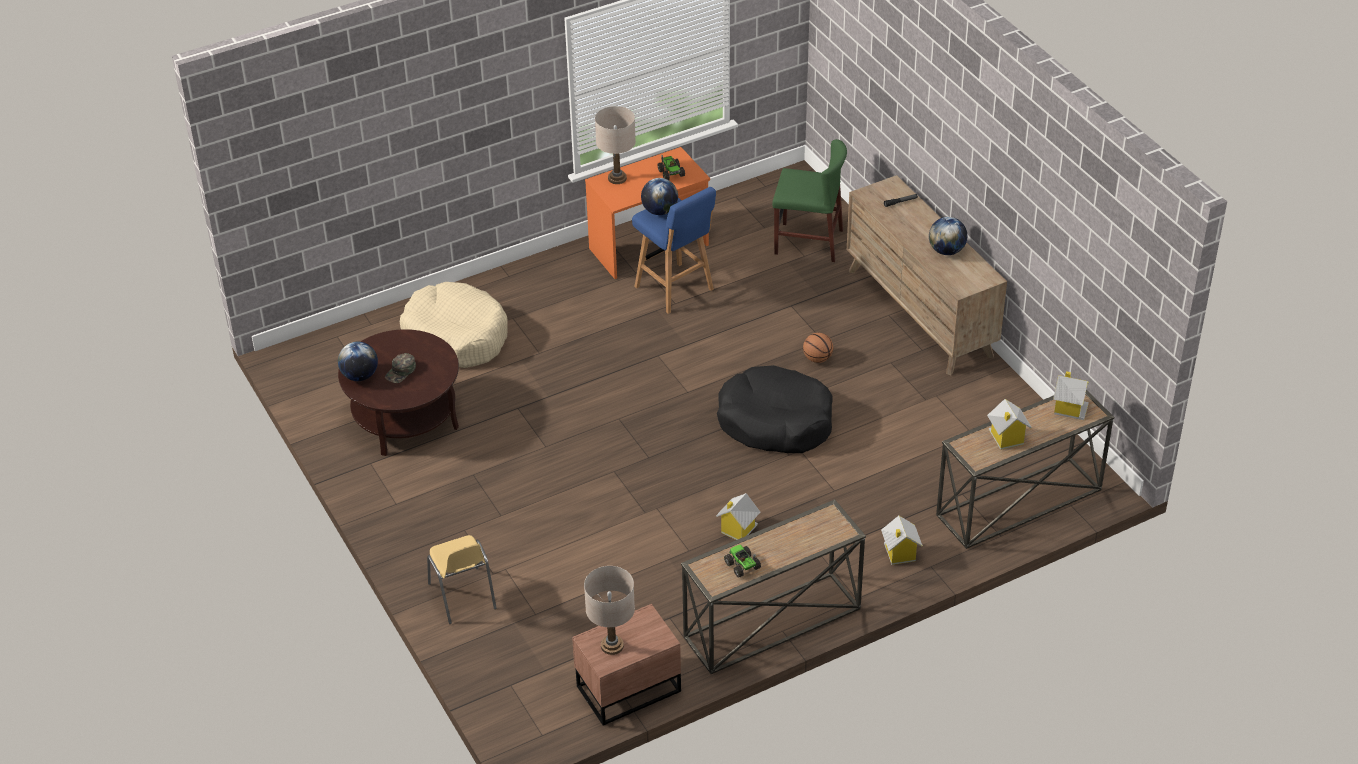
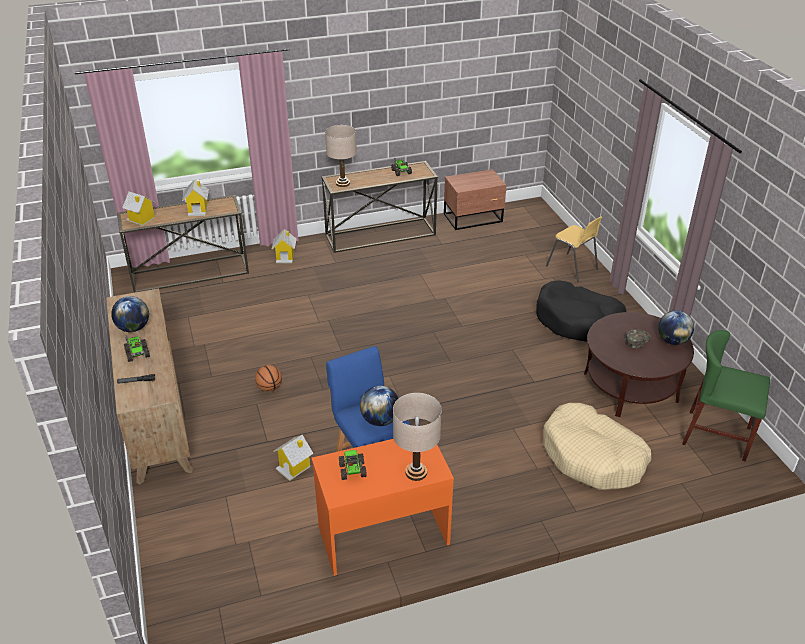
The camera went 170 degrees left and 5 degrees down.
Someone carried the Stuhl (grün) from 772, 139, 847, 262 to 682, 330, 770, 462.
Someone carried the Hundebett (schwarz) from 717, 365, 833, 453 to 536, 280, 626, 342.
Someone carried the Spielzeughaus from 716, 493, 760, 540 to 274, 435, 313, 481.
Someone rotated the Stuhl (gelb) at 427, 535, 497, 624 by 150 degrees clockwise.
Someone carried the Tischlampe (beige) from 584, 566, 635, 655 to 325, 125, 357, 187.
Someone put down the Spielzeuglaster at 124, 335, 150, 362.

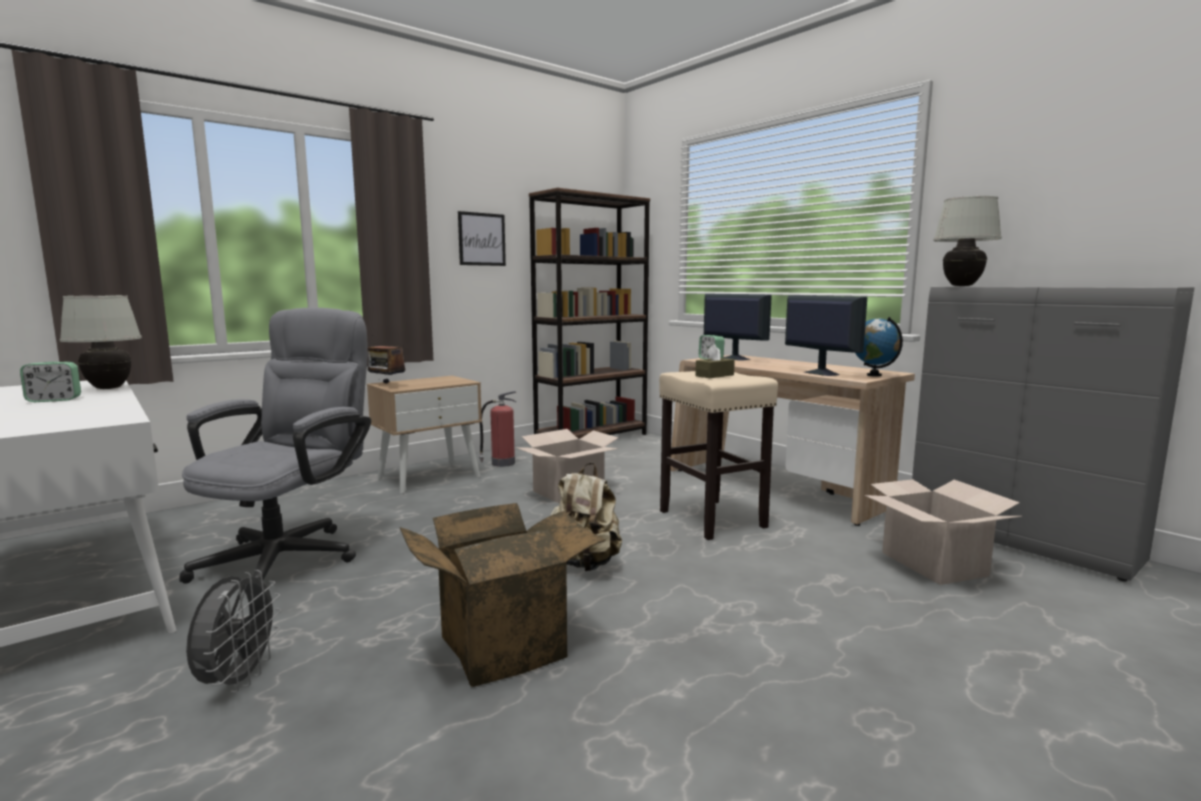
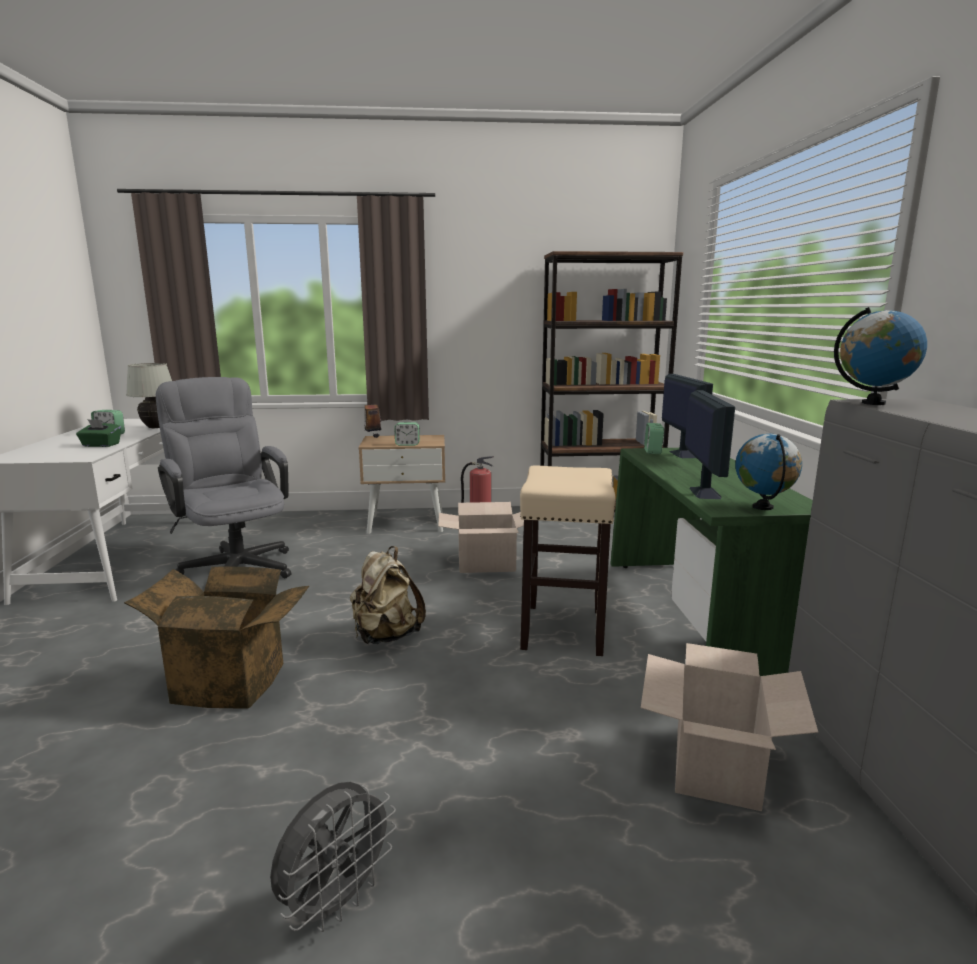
The camera went 35 degrees right and 5 degrees up.
Someone swapped the Tischlampe (weiß) at 933, 196, 1002, 286 for the Globus at 834, 307, 927, 405.
Someone took away the Bild at 458, 211, 506, 266.
Someone rotated the Bürostuhl (grau) at 179, 308, 371, 584 by 90 degrees counterclockwise.
Someone took away the Taschentuchbox (braun) at 695, 344, 735, 378.
Someone repainted the Schreibtisch (beige) at 671, 355, 915, 526, which became the Schreibtisch (grün) at 610, 448, 813, 677.
Someone carried the Ventilator (grau) from 186, 570, 282, 693 to 270, 782, 396, 932.
Someone put down the Taschentuchbox (grün) at 76, 419, 121, 447.
Someone put down the Wecker at 394, 422, 420, 446.

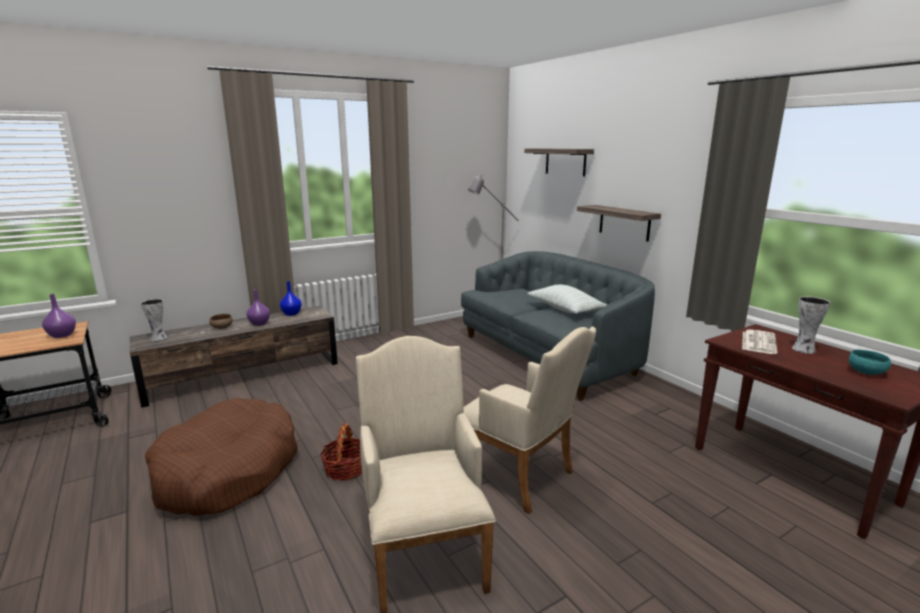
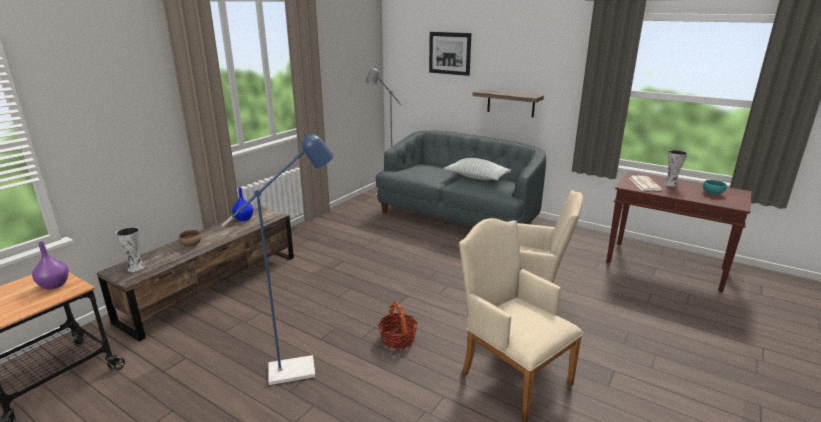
The camera went 25 degrees left and 5 degrees up.
Someone swapped the Wandregal at 524, 148, 594, 176 for the Bild at 429, 32, 471, 76.
Someone took away the Vase (lila) at 247, 289, 270, 326.
Someone swapped the Hundebett (braun) at 145, 398, 298, 516 for the Stehlampe (blau) at 222, 133, 334, 385.

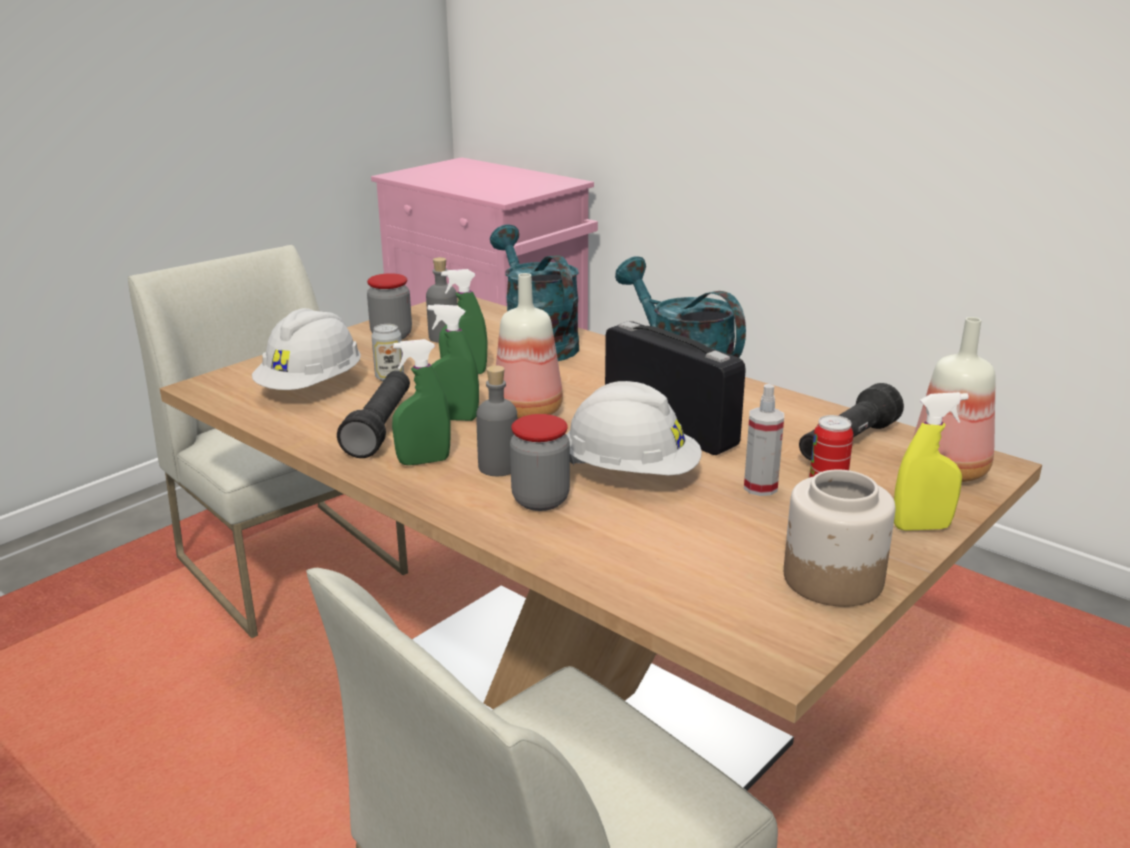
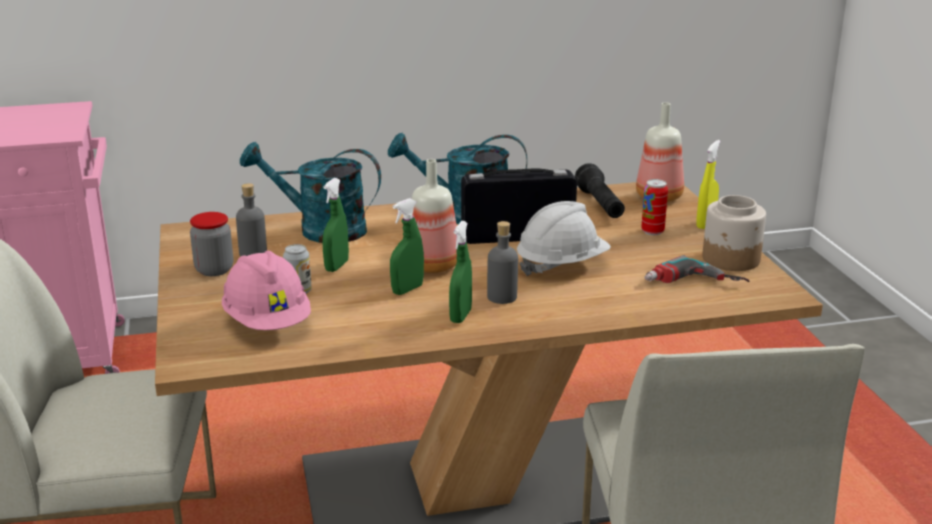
The camera went 55 degrees left and 0 degrees up.
Someone repainted the Schutzhelm (weiß) at 252, 308, 361, 390, which became the Schutzhelm (rosa) at 222, 250, 311, 330.
Someone took away the Taschenlampe (schwarz) at 337, 371, 410, 458.
Someone took away the Sprühflasche at 744, 384, 784, 496.
Someone took away the Vorratsglas at 510, 414, 570, 511.
Someone put down the Bohrmaschine at 644, 255, 749, 283.

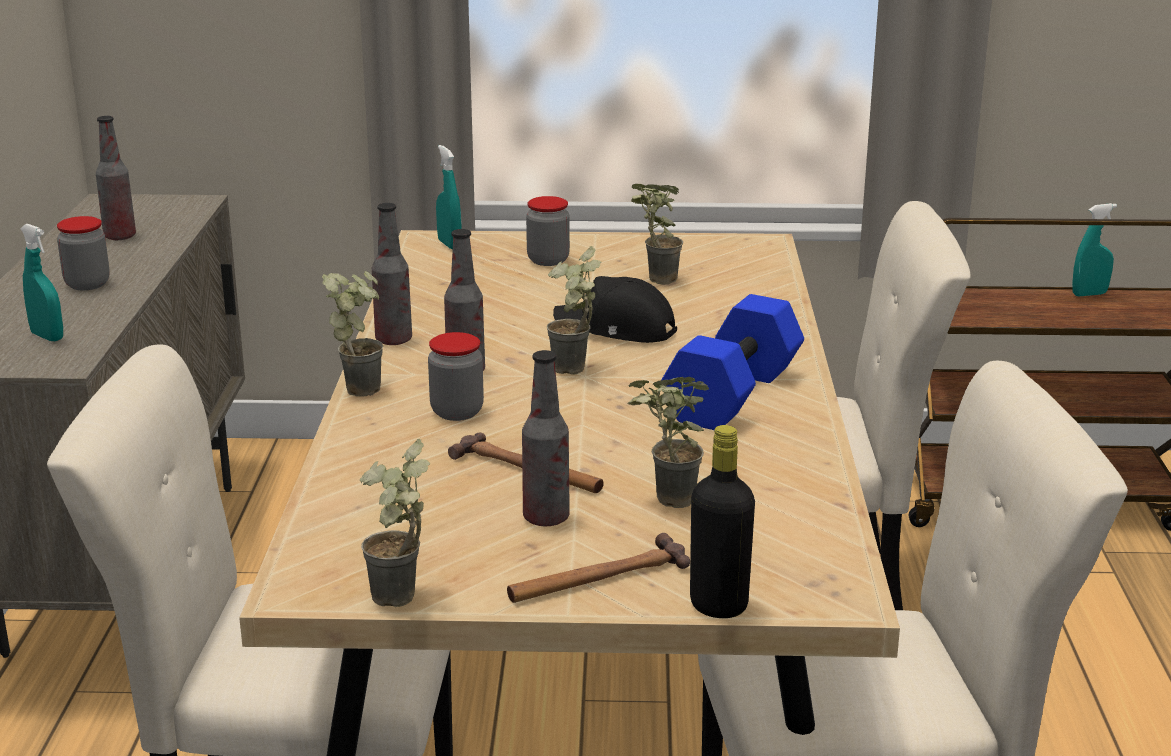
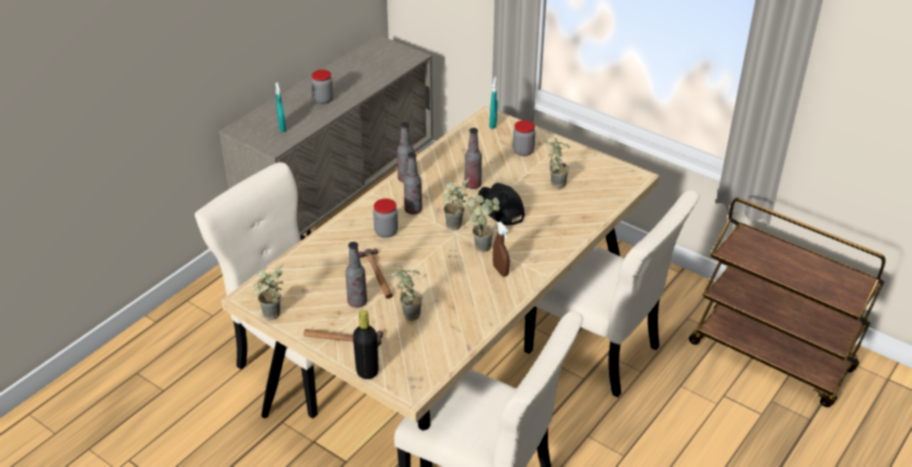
The camera went 35 degrees right and 15 degrees up.
Someone carried the Flasche from 96, 116, 136, 240 to 464, 128, 482, 189.
Someone took away the Sprühflasche (türkis) at 1072, 203, 1117, 296.
Someone carried the Topfpflanze from 322, 271, 383, 397 to 467, 195, 500, 252.
Someone swapped the Hantel (blau) at 661, 294, 804, 430 for the Sprühflasche (braun) at 493, 222, 510, 276.

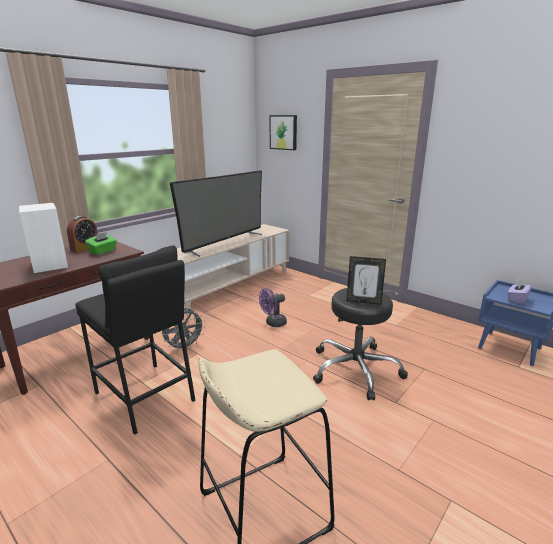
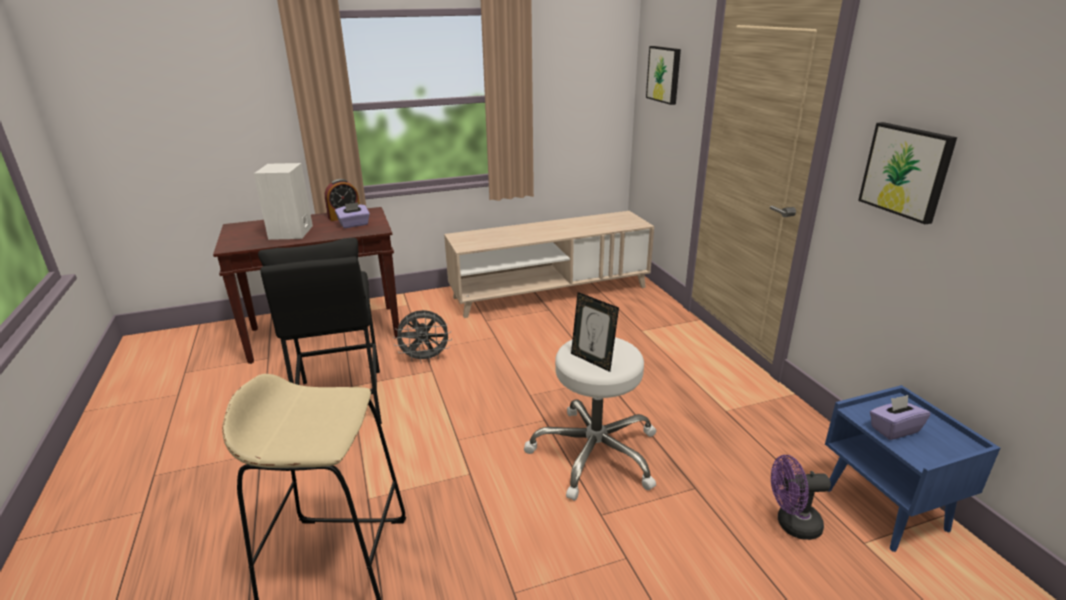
The camera went 30 degrees right and 5 degrees up.
Someone took away the Fernseher at 170, 171, 262, 257.
Someone repainted the Taschentuchbox (grün) at 85, 232, 117, 255, which became the Taschentuchbox (lila) at 335, 202, 370, 228.
Someone carried the Ventilator (lila) from 259, 288, 287, 327 to 771, 455, 831, 540.
Someone repainted the Hocker (schwarz) at 313, 288, 408, 400, which became the Hocker (weiß) at 524, 337, 656, 501.
Someone put up the Bild at 858, 122, 957, 224.

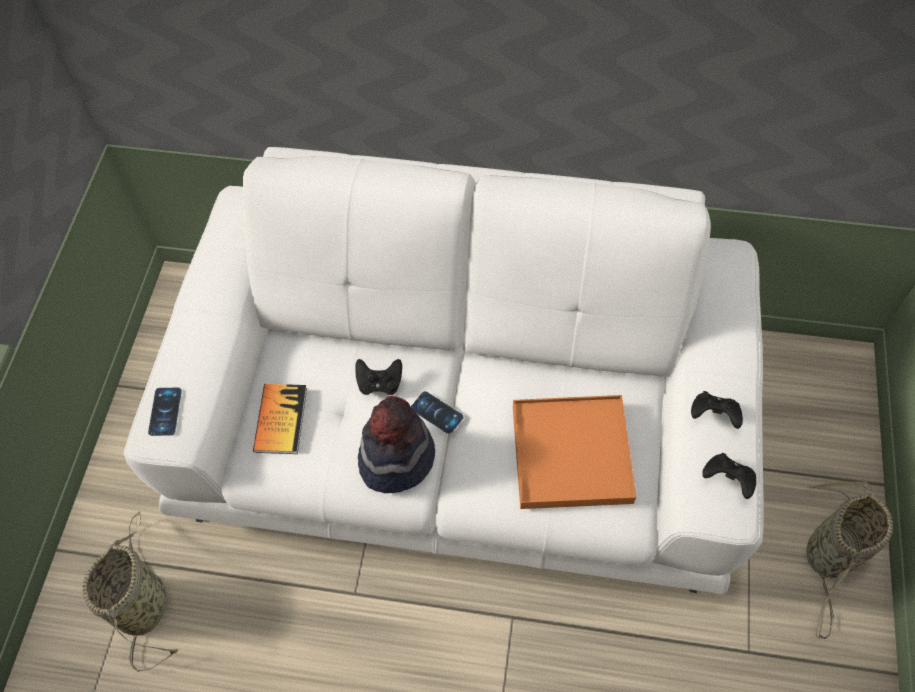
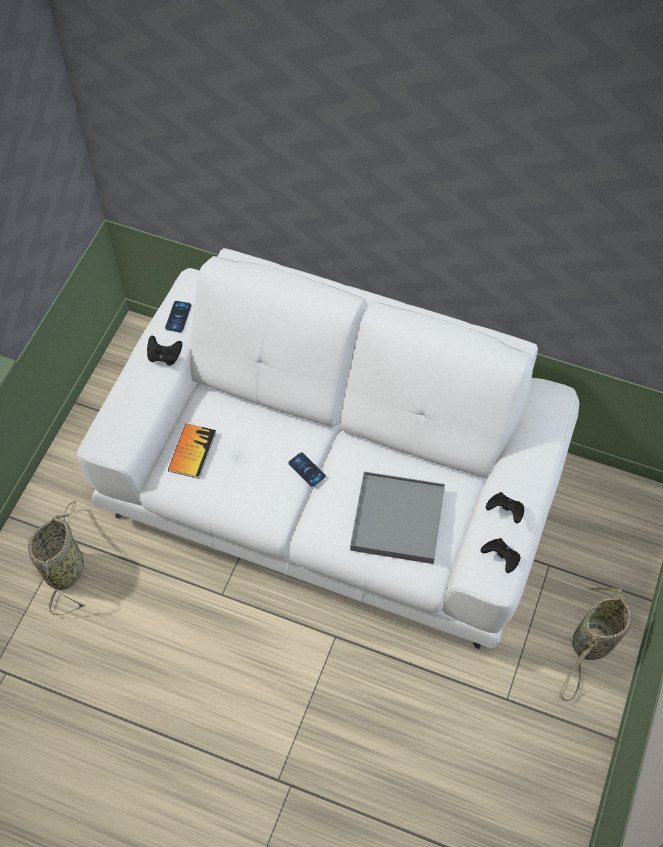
The camera went 10 degrees right and 0 degrees up.
Someone carried the Gamepad (schwarz) from 355, 359, 402, 395 to 147, 335, 182, 366.
Someone carried the Handy from 148, 388, 182, 436 to 165, 301, 191, 333.
Someone repainted the Tablett (orange) at 513, 395, 636, 509, which became the Tablett (grau) at 350, 471, 445, 564.
Someone took away the Hut at 358, 396, 435, 493.

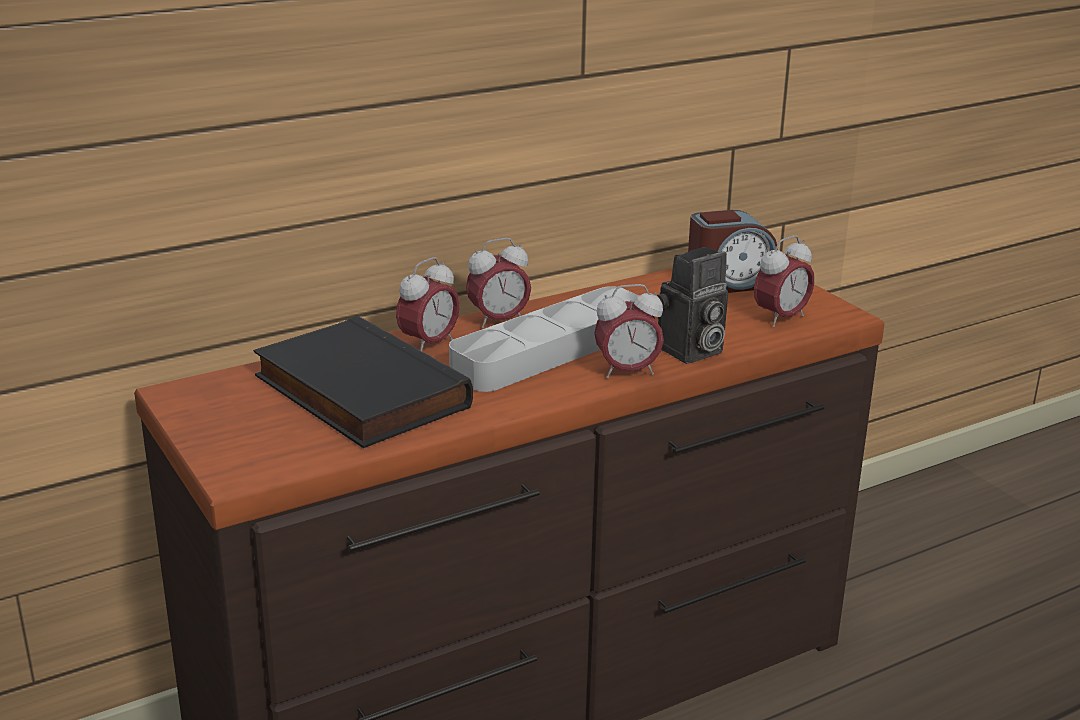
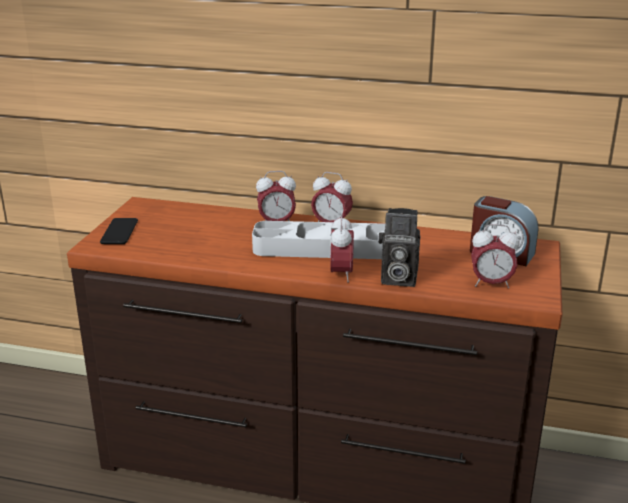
The camera went 45 degrees right and 0 degrees up.
Someone rotated the Wecker at 594, 284, 664, 379 by 120 degrees counterclockwise.
Someone took away the Buch (schwarz) at 253, 316, 473, 448.
Someone put down the Handy at 100, 218, 138, 244.

